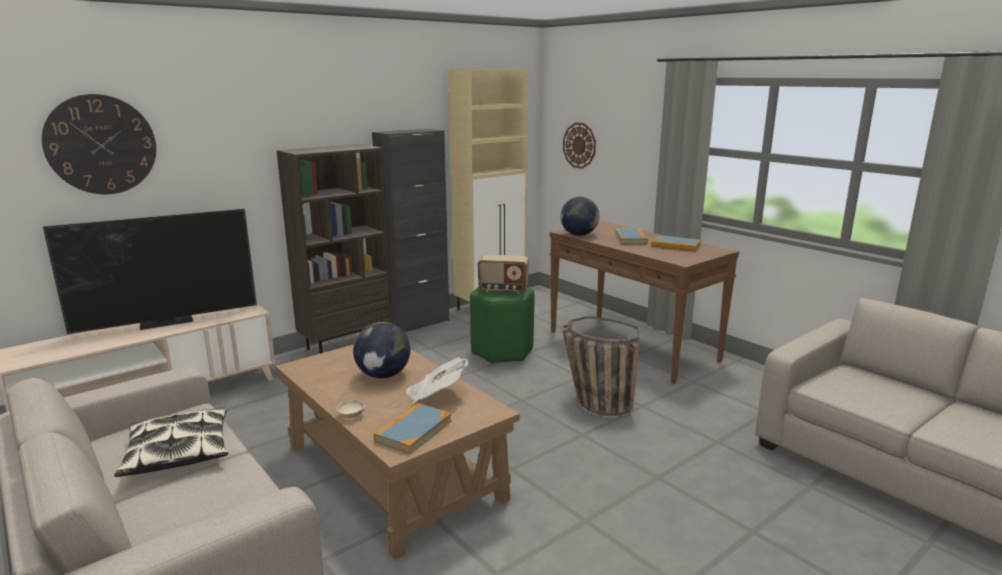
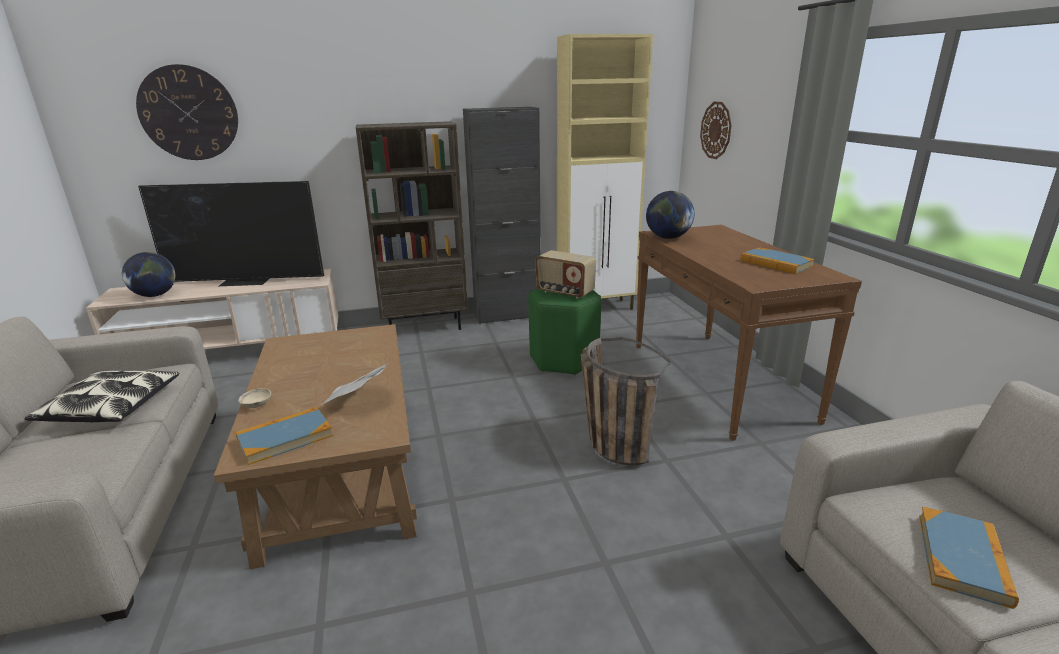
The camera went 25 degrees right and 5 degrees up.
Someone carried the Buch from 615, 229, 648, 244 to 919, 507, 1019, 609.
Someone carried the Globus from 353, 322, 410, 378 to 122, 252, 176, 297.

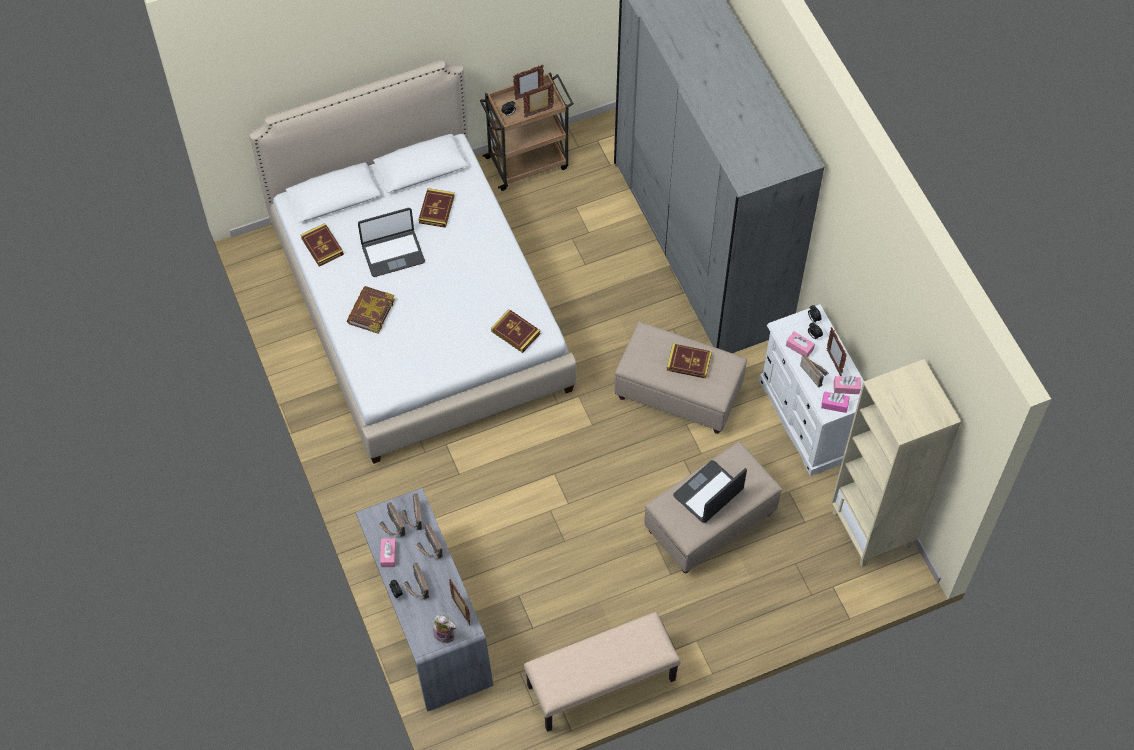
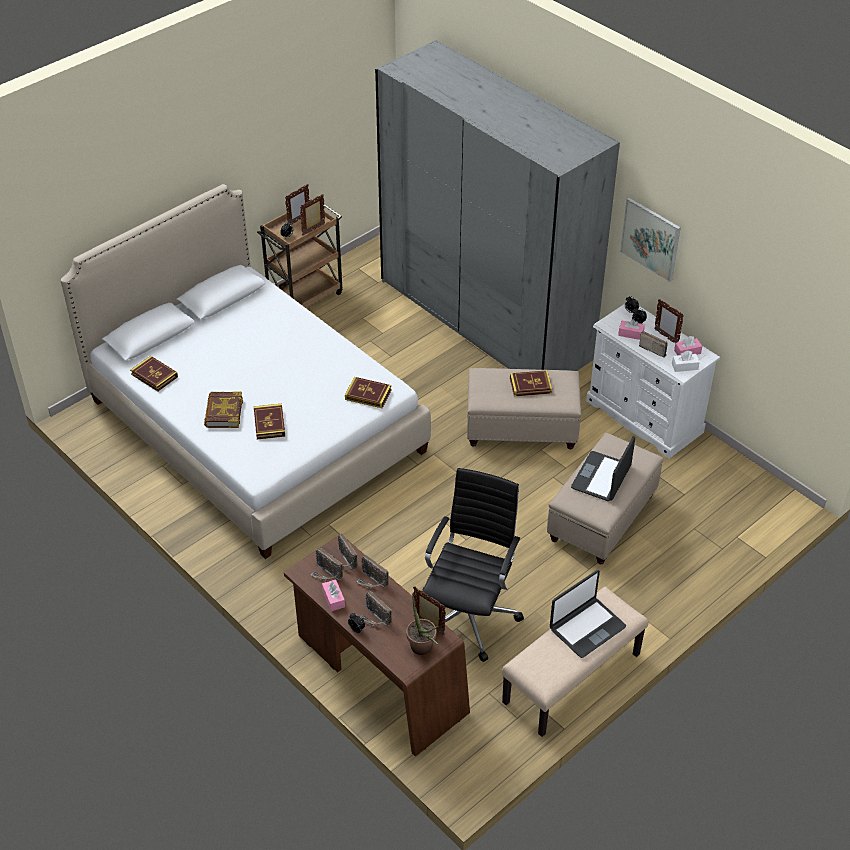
The camera went 20 degrees left and 15 degrees down.
Someone carried the Buch from 419, 188, 454, 228 to 254, 404, 285, 440.
Someone carried the Laptop from 358, 208, 425, 277 to 550, 570, 626, 658.
Someone took away the Bücherregal (beige) at 831, 359, 961, 567.
Someone repainted the Taschentuchbox (rosa) at 821, 392, 850, 413, which became the Taschentuchbox (weiß) at 672, 351, 700, 372.
Someone repainted the Schreibtisch (grau) at 356, 488, 494, 712, which became the Schreibtisch (braun) at 284, 536, 470, 757.
Someone swapped the Plüschtier at 433, 615, 457, 644 for the Topfpflanze at 406, 593, 439, 655.
Someone put up the Bild at 620, 198, 681, 282.
Someone put down the Bürostuhl (schwarz) at 422, 468, 524, 662.

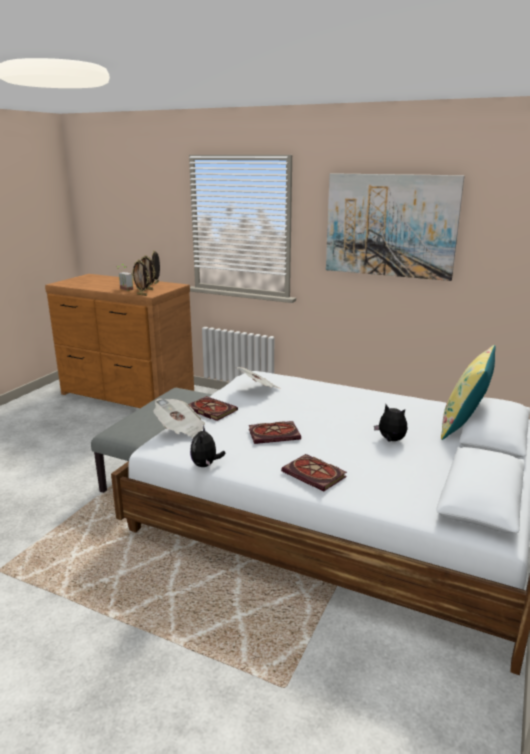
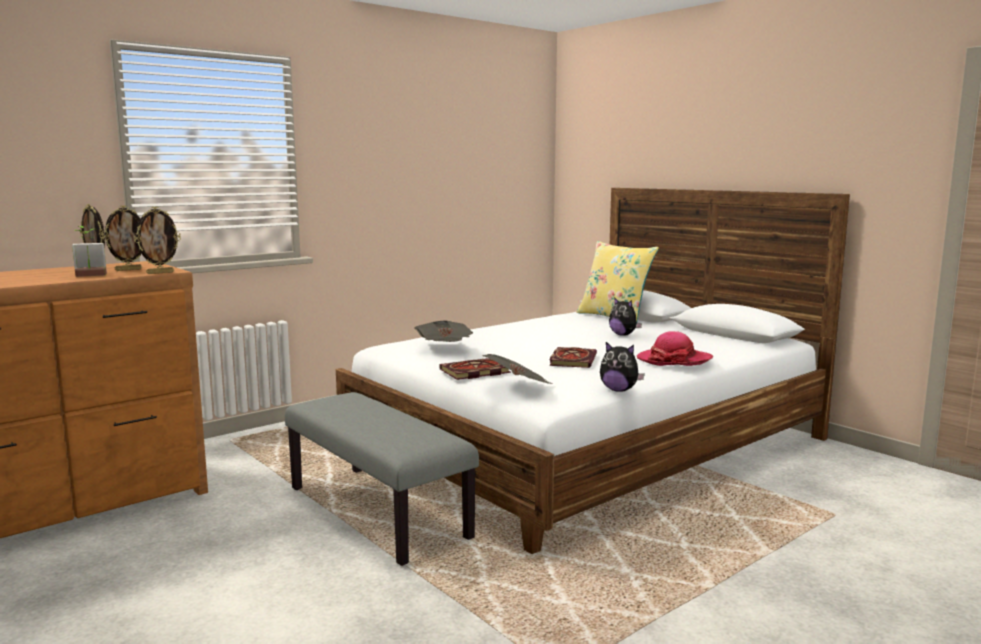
The camera went 65 degrees left and 10 degrees down.
Someone took away the Bild at 326, 173, 464, 281.
Someone rotated the Plüschtier at 374, 405, 407, 442 by 105 degrees counterclockwise.
Someone swapped the Buch at 281, 454, 347, 492 for the Hut at 637, 331, 713, 366.

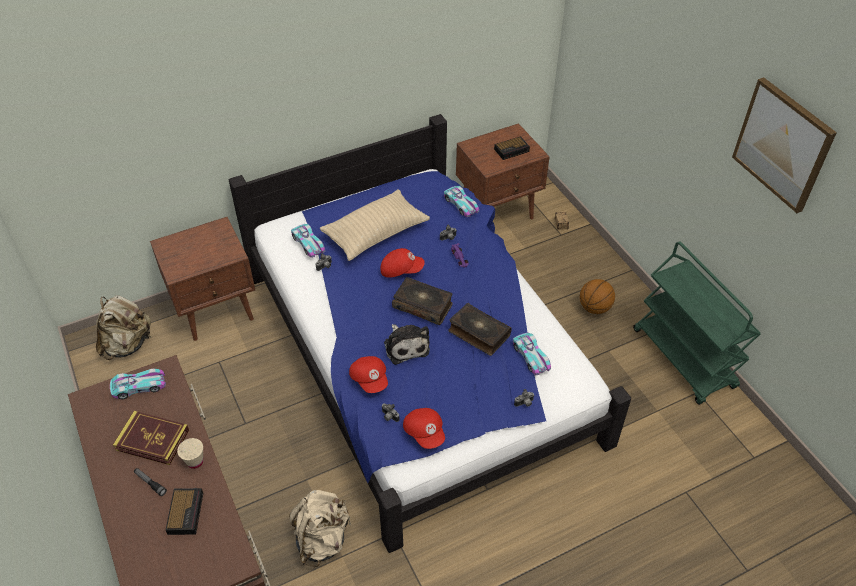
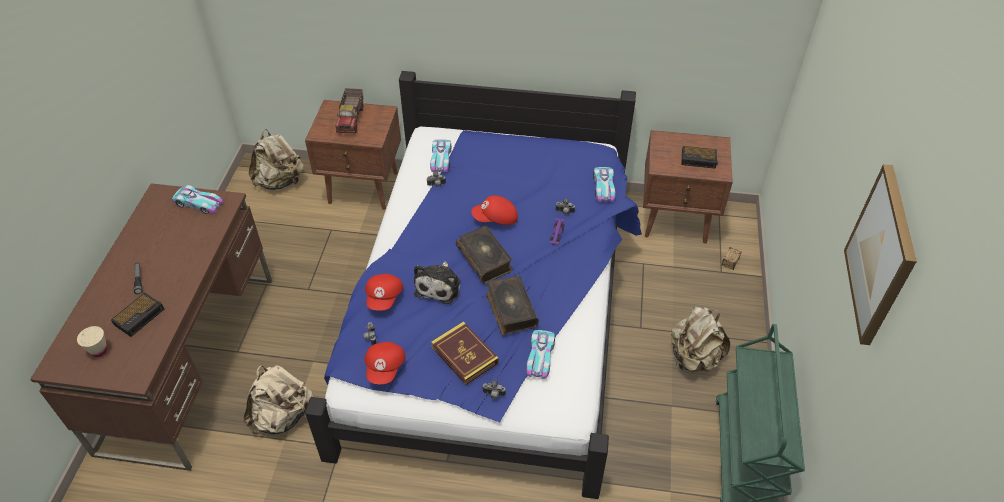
The camera went 35 degrees right and 0 degrees up.
Someone took away the Kissen (beige) at 320, 189, 430, 261.
Someone rotated the Kappe (rot) at 380, 248, 425, 278 by 135 degrees clockwise.
Someone swapped the Basketball at 580, 279, 615, 314 for the Rucksack (beige) at 671, 307, 730, 372.
Someone carried the Buch from 113, 411, 189, 465 to 431, 322, 499, 385.
Someone carried the Tasse (beige) from 177, 438, 203, 469 to 77, 326, 107, 357.
Someone put down the Spielzeuglaster at 335, 88, 363, 133.

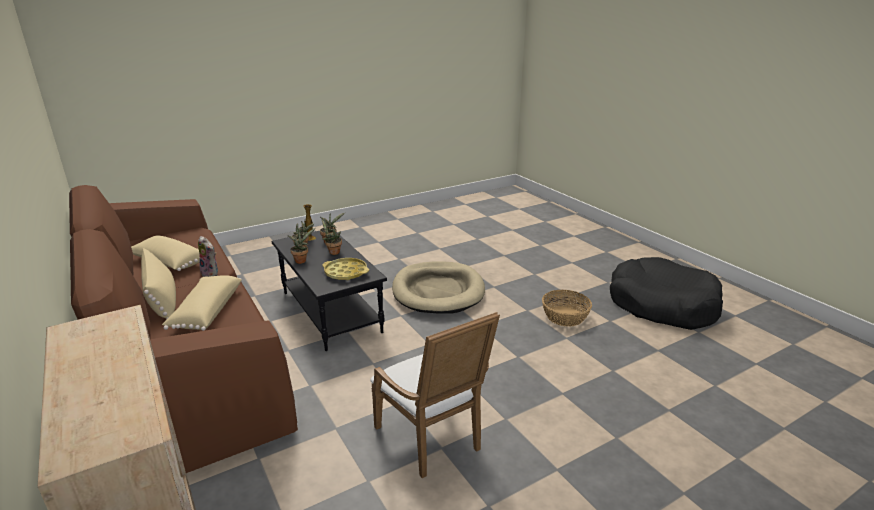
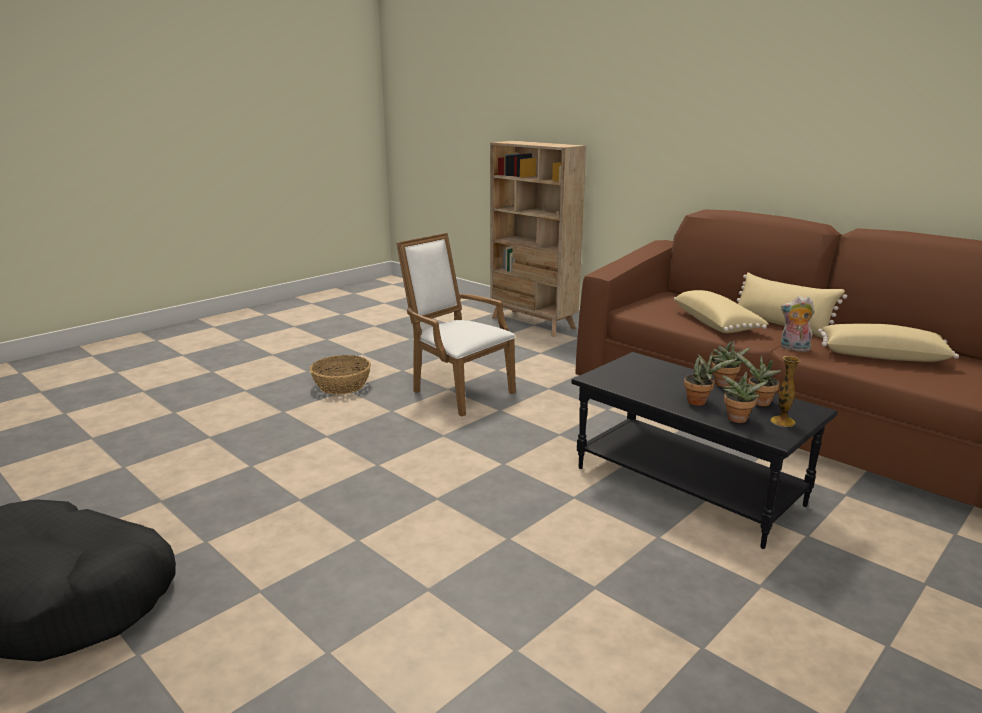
The camera went 165 degrees right and 5 degrees down.
Someone took away the Tablett (gelb) at 322, 258, 369, 280.
Someone took away the Hundebett (beige) at 392, 261, 485, 314.
Someone carried the Korb from 542, 290, 592, 326 to 310, 355, 371, 395.

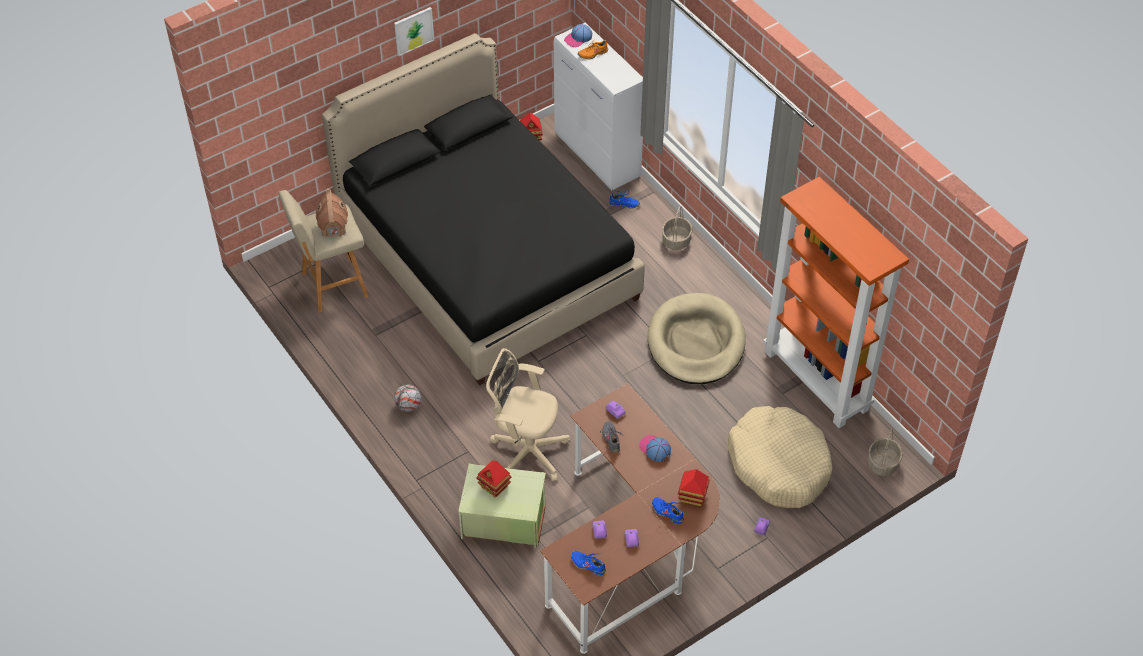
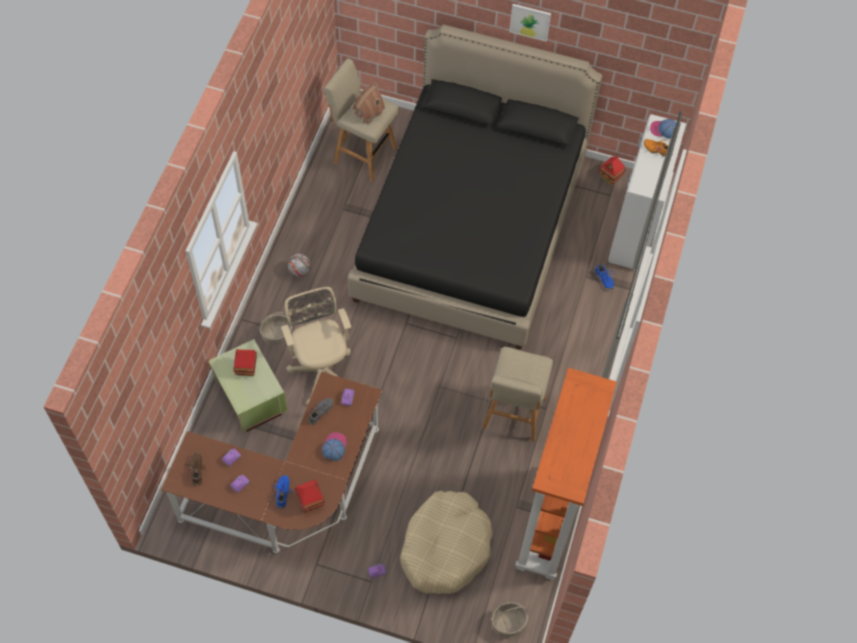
The camera went 50 degrees right and 10 degrees up.
Someone carried the Korb from 662, 206, 692, 250 to 260, 312, 293, 345.
Someone swapped the Hundebett (beige) at 648, 293, 746, 384 for the Hocker (beige) at 482, 347, 553, 442.
Someone repainted the Schuh (blau) at 571, 551, 606, 575, which became the Schuh (braun) at 185, 452, 208, 486.

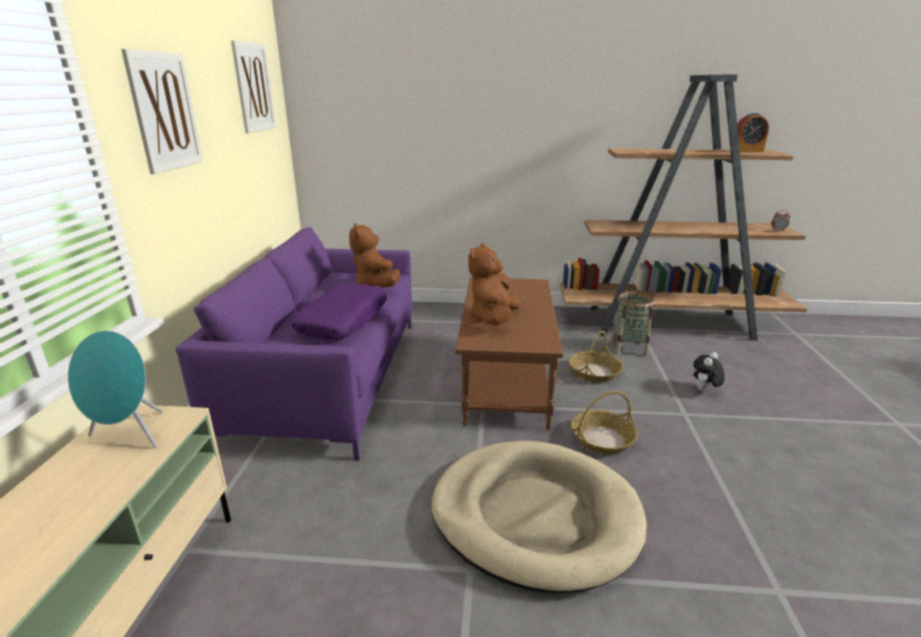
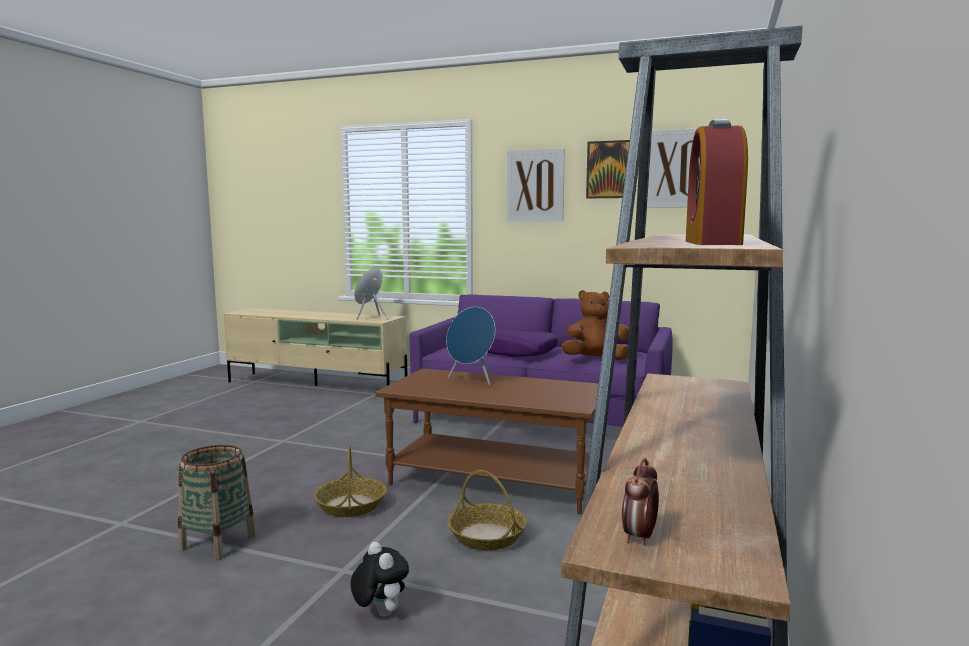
The camera went 105 degrees right and 15 degrees down.
Someone swapped the Plüschtier (braun) at 468, 243, 520, 326 for the Lautsprecher (blau) at 446, 307, 495, 386.
Someone carried the Korb from 611, 291, 655, 356 to 178, 445, 256, 559.
Someone took away the Hundebett (beige) at 431, 441, 647, 594.
Someone put up the Bild at 586, 140, 630, 198.

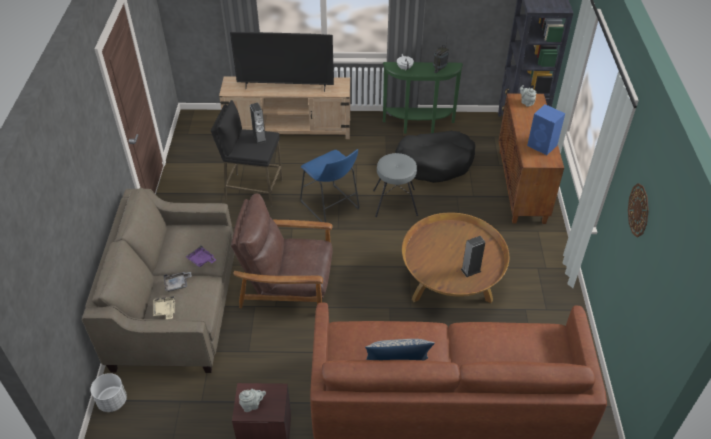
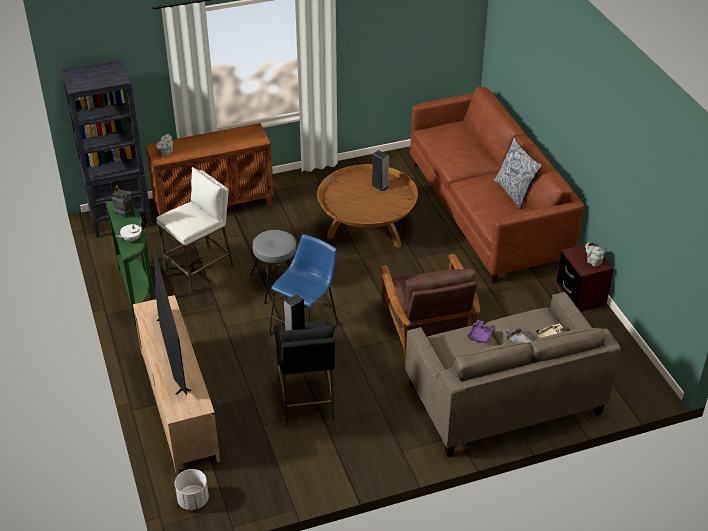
The camera went 110 degrees left and 5 degrees down.
Someone took away the Lautsprecher (blau) at 527, 104, 565, 155.
Someone swapped the Hundebett (schwarz) at 395, 131, 476, 183 for the Hocker (weiß) at 156, 167, 234, 292.
Someone took away the Wanduhr at 628, 183, 649, 237.
Someone carried the Pflanzkübel (weiß) from 91, 373, 127, 412 to 175, 469, 209, 510.

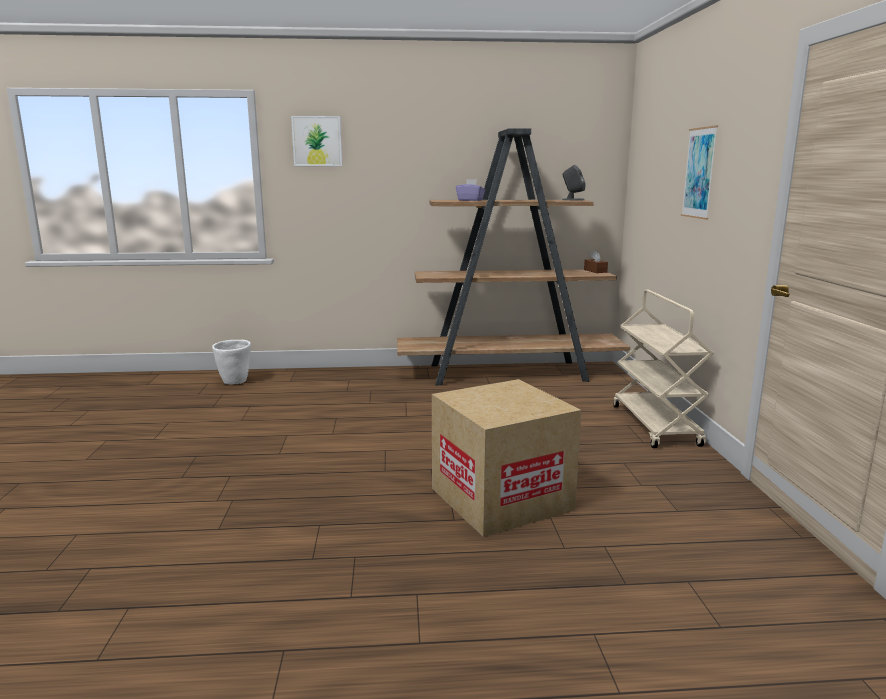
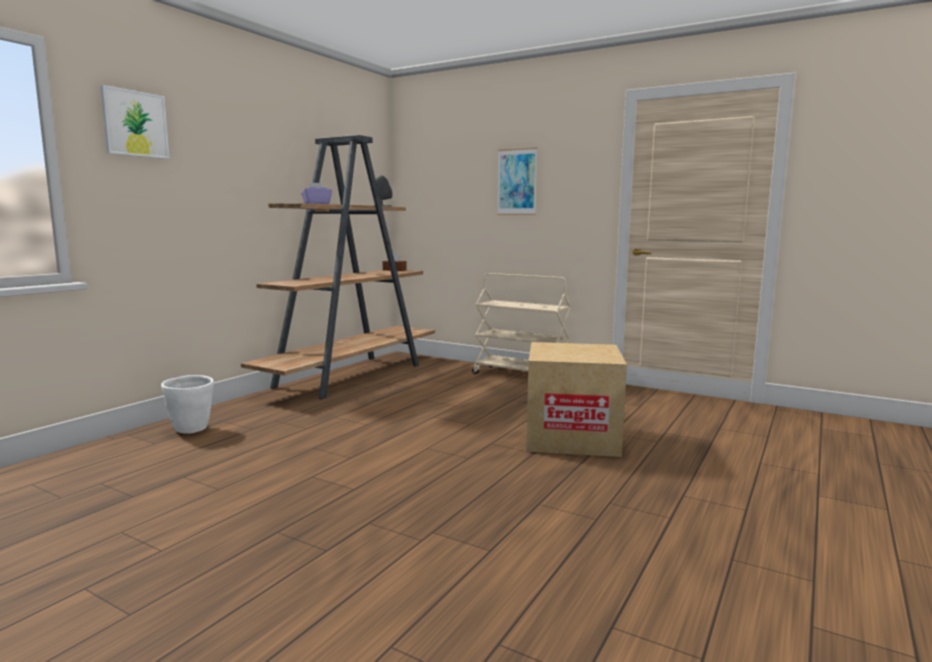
The camera went 55 degrees left and 5 degrees down.
Someone carried the Pflanzkübel (weiß) from 212, 340, 251, 385 to 161, 375, 214, 434.

